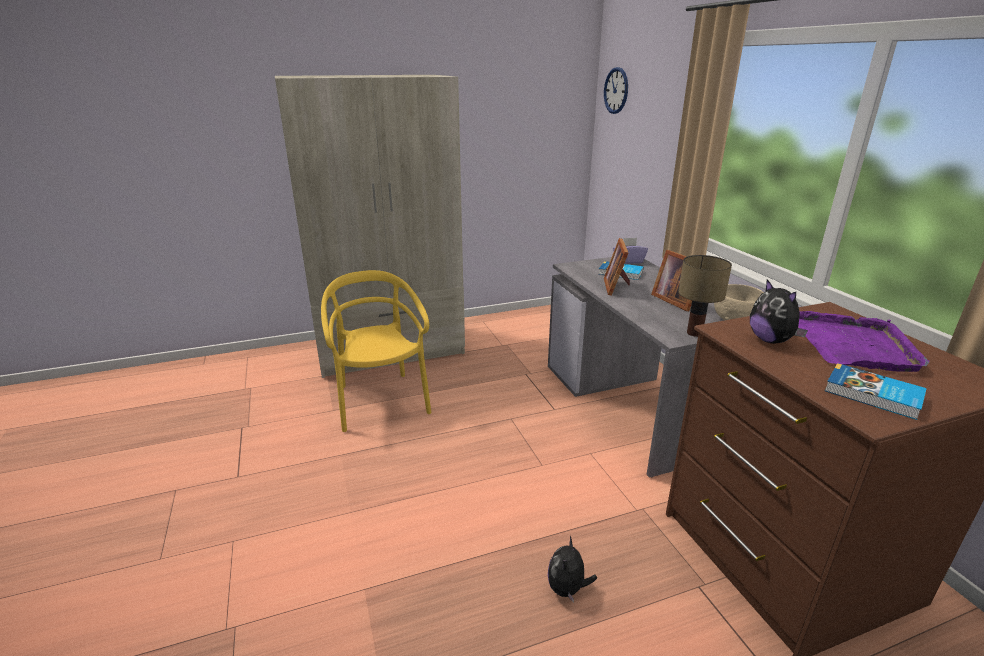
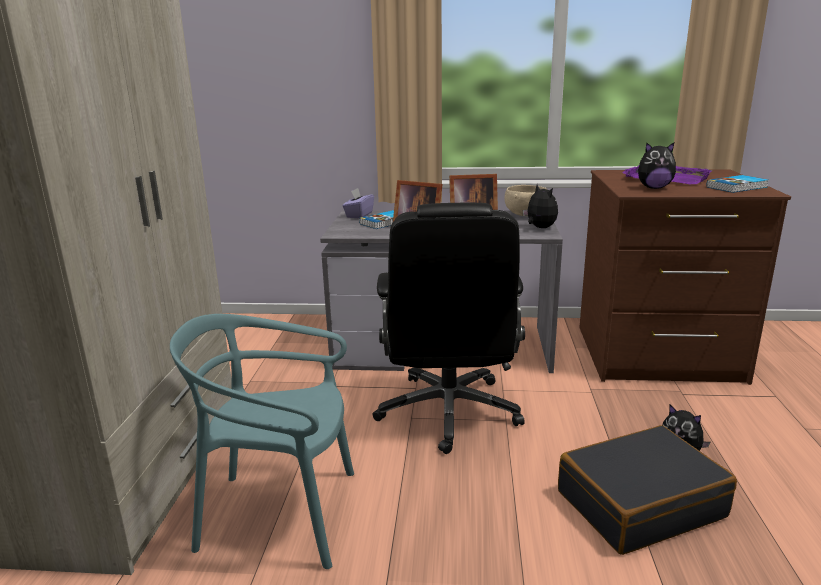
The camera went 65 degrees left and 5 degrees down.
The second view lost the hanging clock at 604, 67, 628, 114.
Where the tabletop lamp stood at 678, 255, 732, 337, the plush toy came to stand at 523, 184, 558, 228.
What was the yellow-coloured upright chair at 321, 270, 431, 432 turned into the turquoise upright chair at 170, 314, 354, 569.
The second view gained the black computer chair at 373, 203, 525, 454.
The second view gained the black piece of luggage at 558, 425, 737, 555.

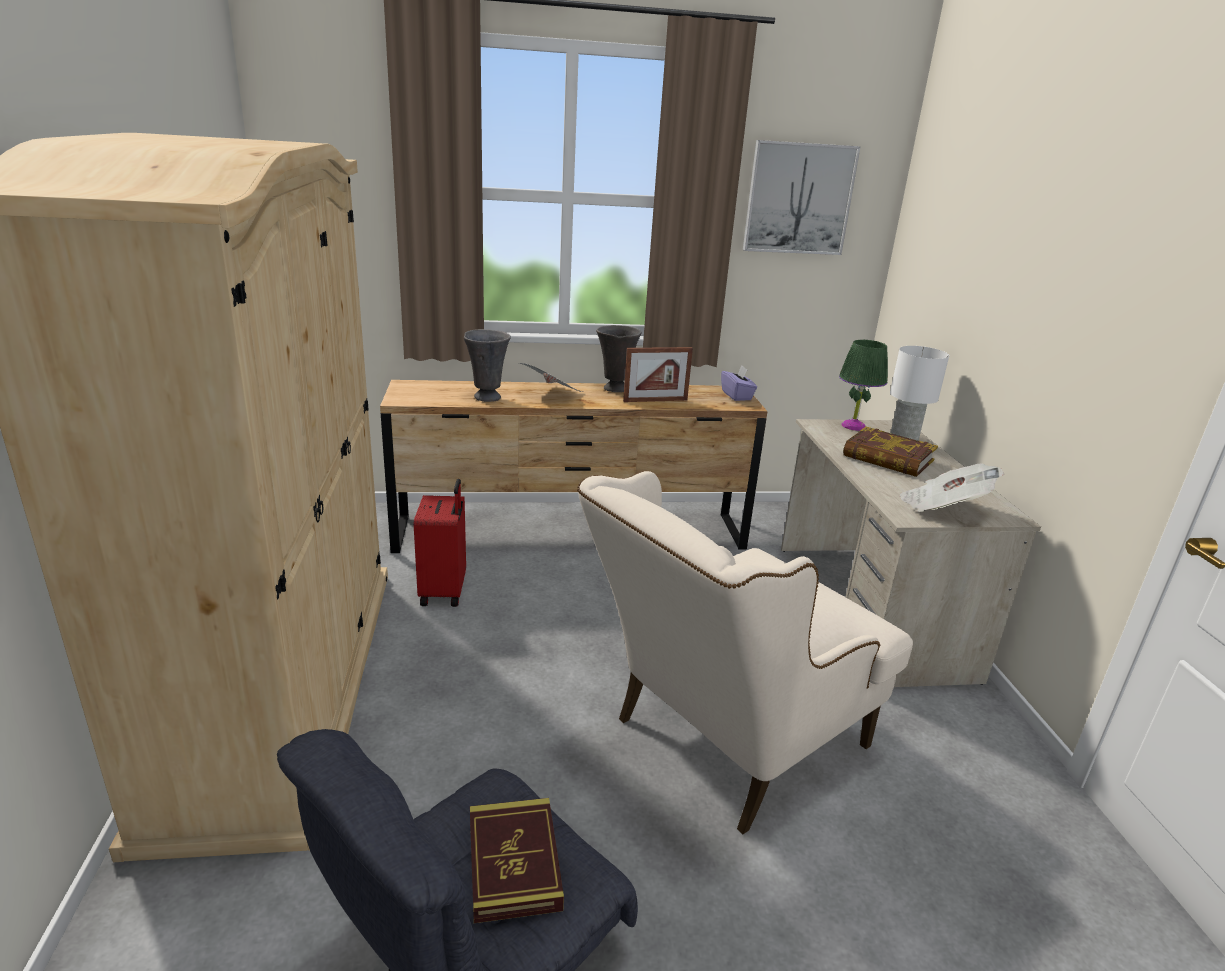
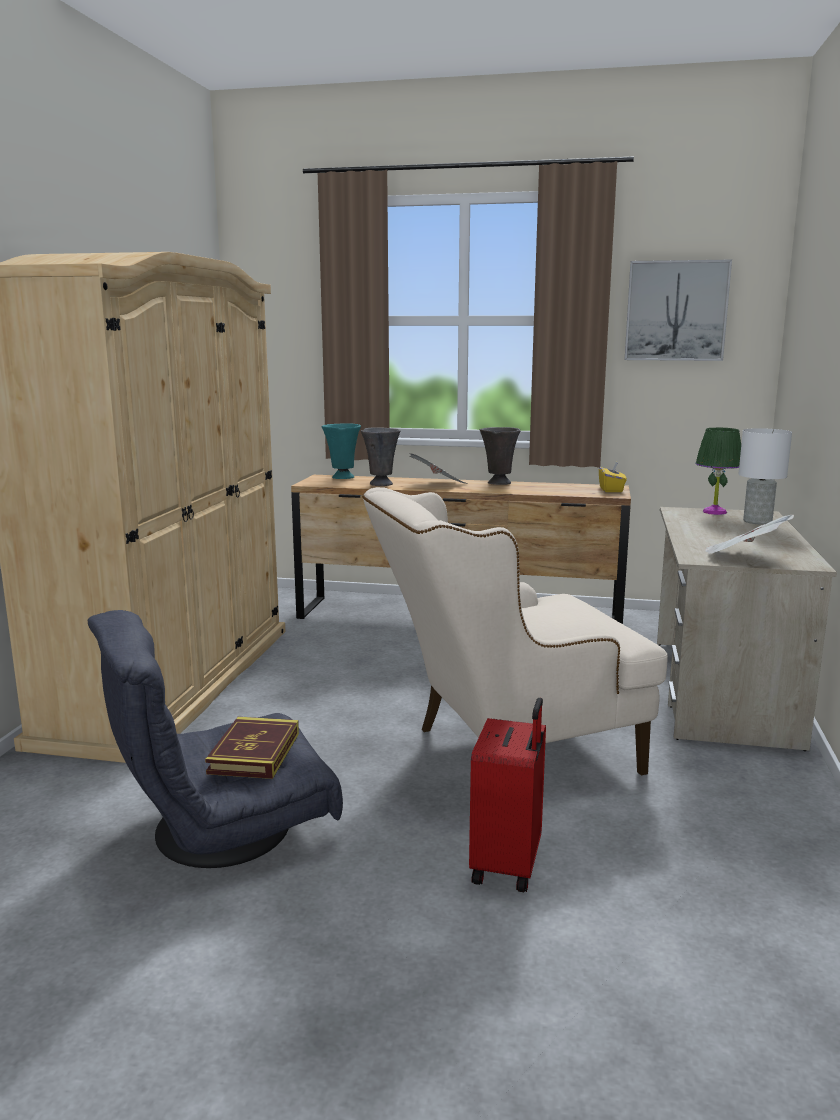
The camera went 20 degrees right and 10 degrees down.
The second view lost the photo frame at 623, 347, 693, 402.
What was the purple-coloured tissue box at 721, 366, 757, 401 turned into the yellow-coloured tissue box at 599, 462, 627, 492.
The second view lost the volume at 843, 427, 938, 477.
The red-coloured piece of luggage ended up elsewhere, having gone from 414, 479, 466, 607 to 469, 698, 546, 892.
The second view gained the turquoise decorative vase at 322, 423, 361, 479.

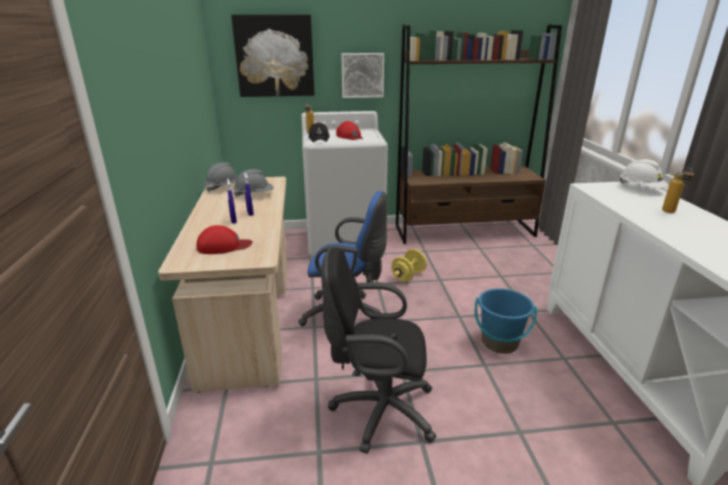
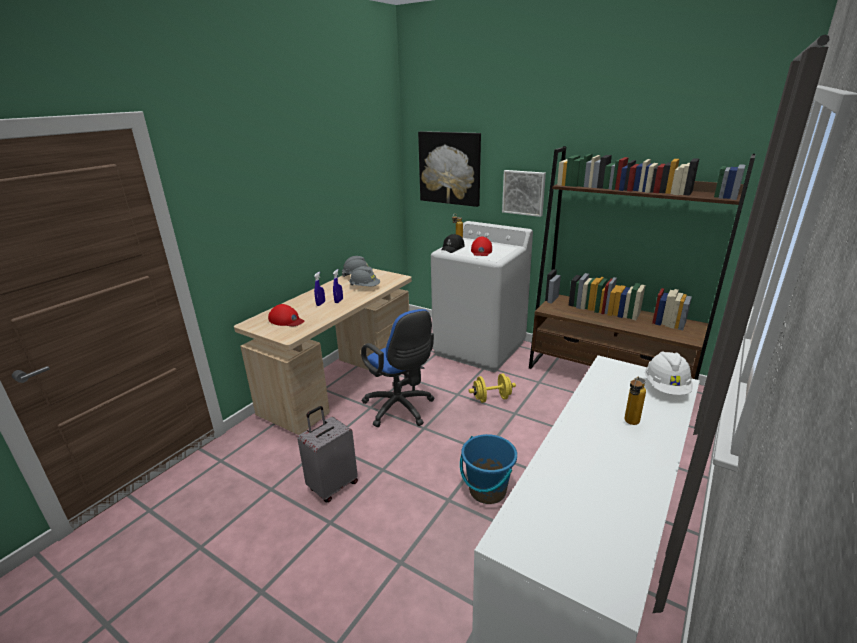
The camera went 40 degrees right and 0 degrees up.
Where the black computer chair stood at 321, 247, 436, 454, the gray piece of luggage came to stand at 297, 406, 358, 502.

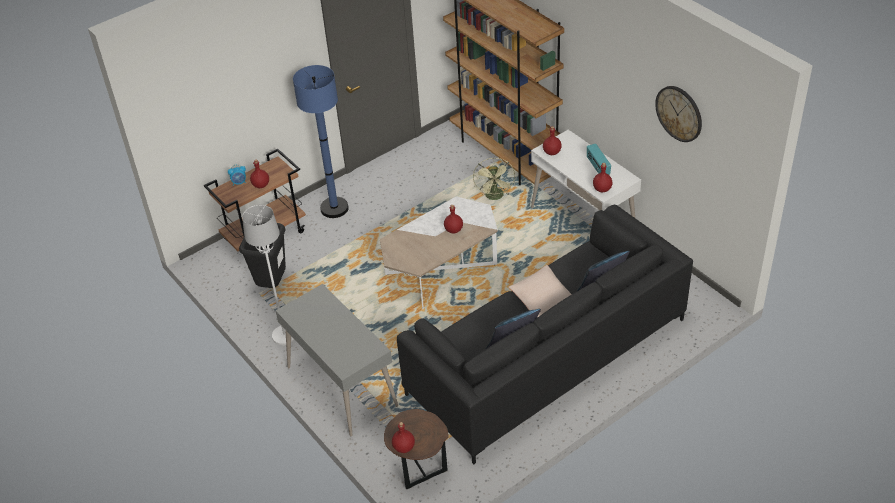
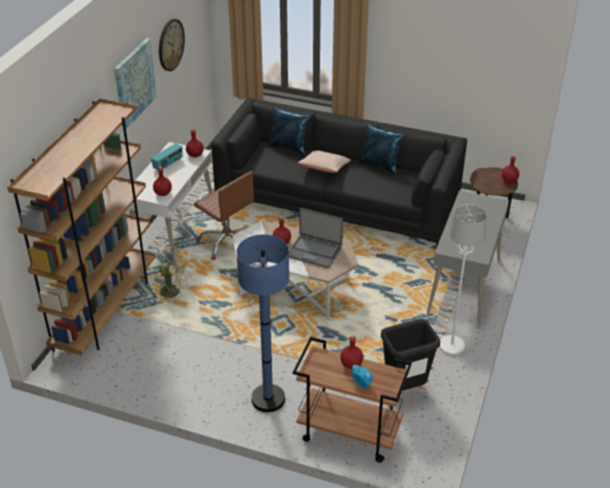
The camera went 125 degrees left and 5 degrees down.
The greenish fan at 473, 158, 515, 200 ended up facing another way, 45 degrees clockwise from before.
The second view gained the picture at 114, 38, 157, 129.
The second view gained the brown-coloured computer chair at 194, 171, 254, 260.
The second view gained the laptop at 289, 208, 343, 268.

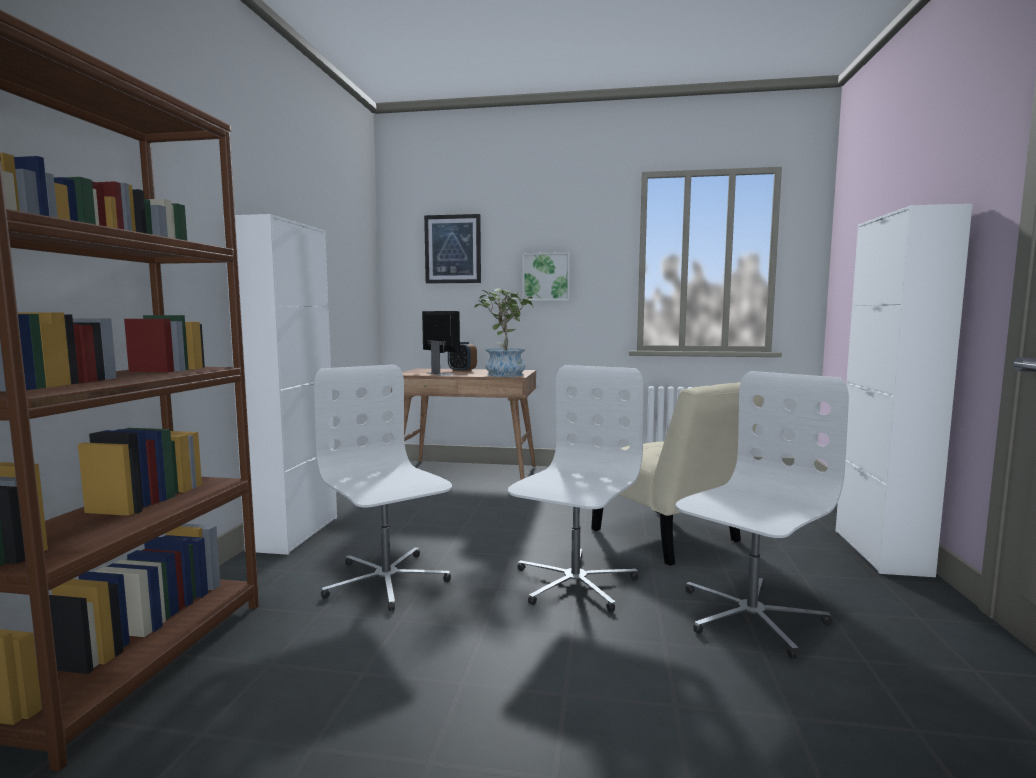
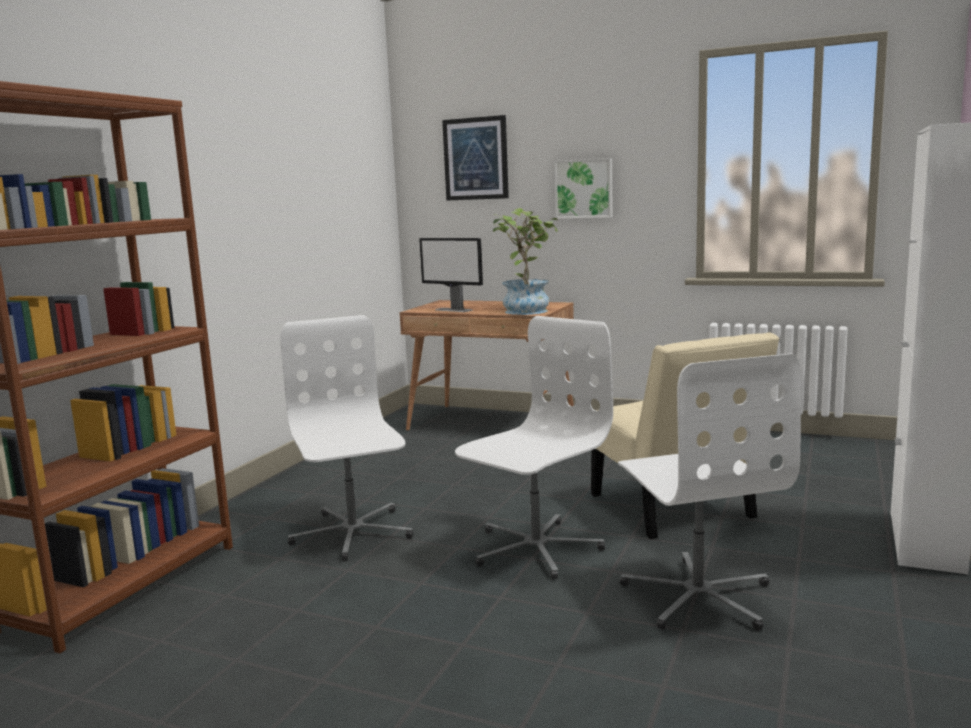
The camera went 15 degrees right and 5 degrees up.
The second view lost the white-coloured cabinet at 223, 214, 337, 555.
The computer screen at 422, 311, 460, 376 ended up facing another way, 150 degrees clockwise from before.
The second view lost the alarm clock at 448, 342, 477, 372.
The white-coloured computer chair at 676, 371, 849, 658 ended up facing another way, 105 degrees clockwise from before.

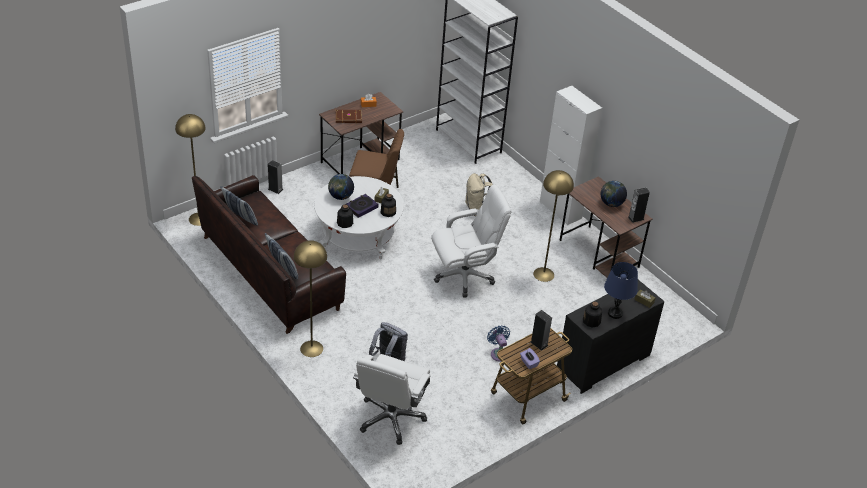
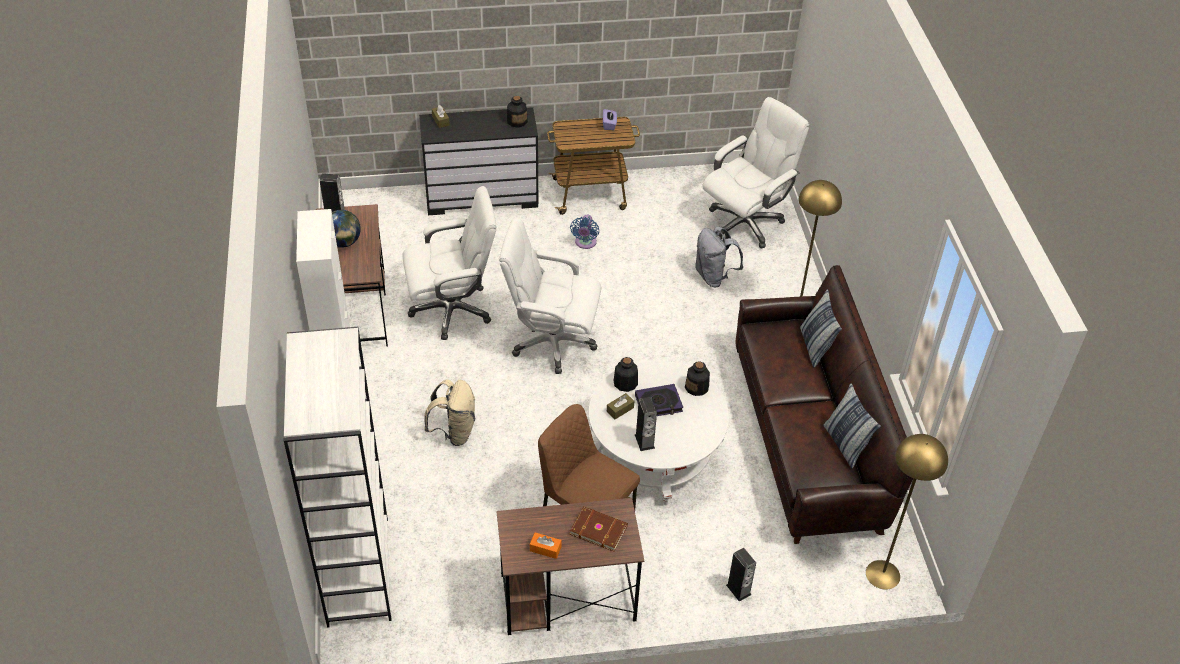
The camera went 150 degrees left and 5 degrees up.
Where the yellow-coloured standard lamp stood at 533, 170, 574, 282, the white-coloured computer chair came to stand at 402, 186, 496, 340.
The second view lost the desk globe at 328, 174, 354, 200.
The second view lost the blue-coloured tabletop lamp at 604, 262, 638, 319.
The audio speaker ended up elsewhere, having gone from 530, 310, 552, 351 to 635, 397, 657, 451.

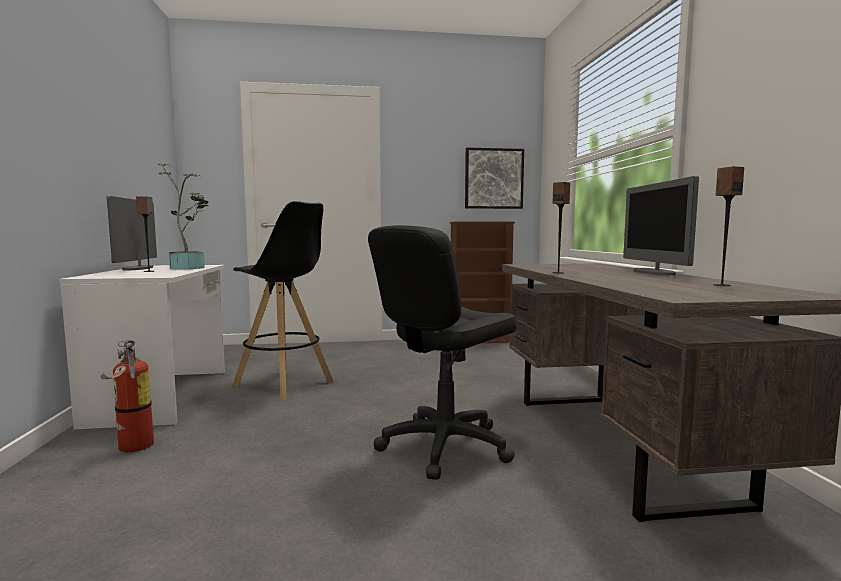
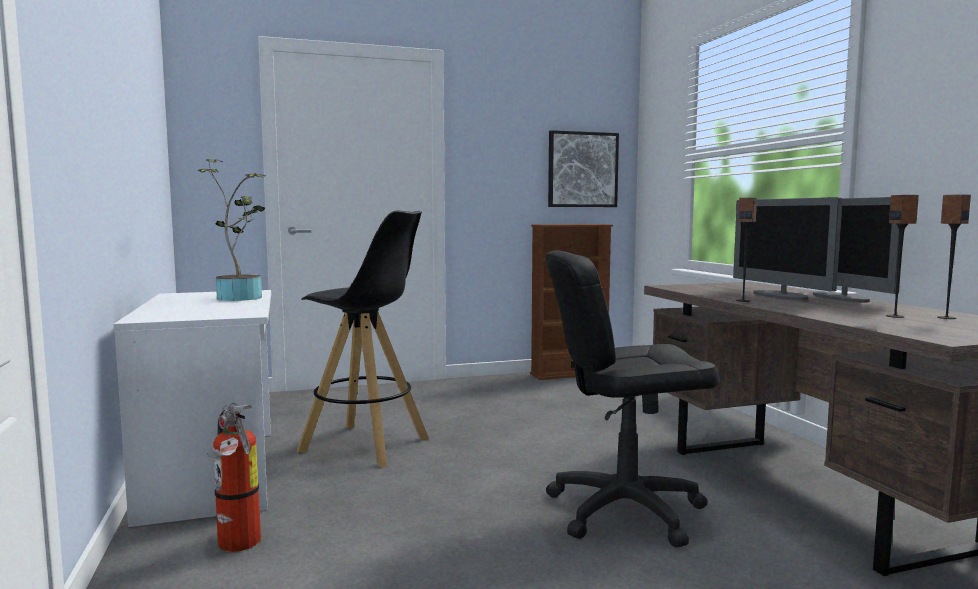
The camera went 10 degrees left and 0 degrees up.
The computer screen ended up elsewhere, having gone from 107, 196, 157, 270 to 733, 197, 842, 300.
The audio speaker ended up elsewhere, having gone from 136, 197, 154, 272 to 886, 195, 919, 318.
The black computer chair at 368, 225, 517, 480 ended up facing another way, 45 degrees clockwise from before.

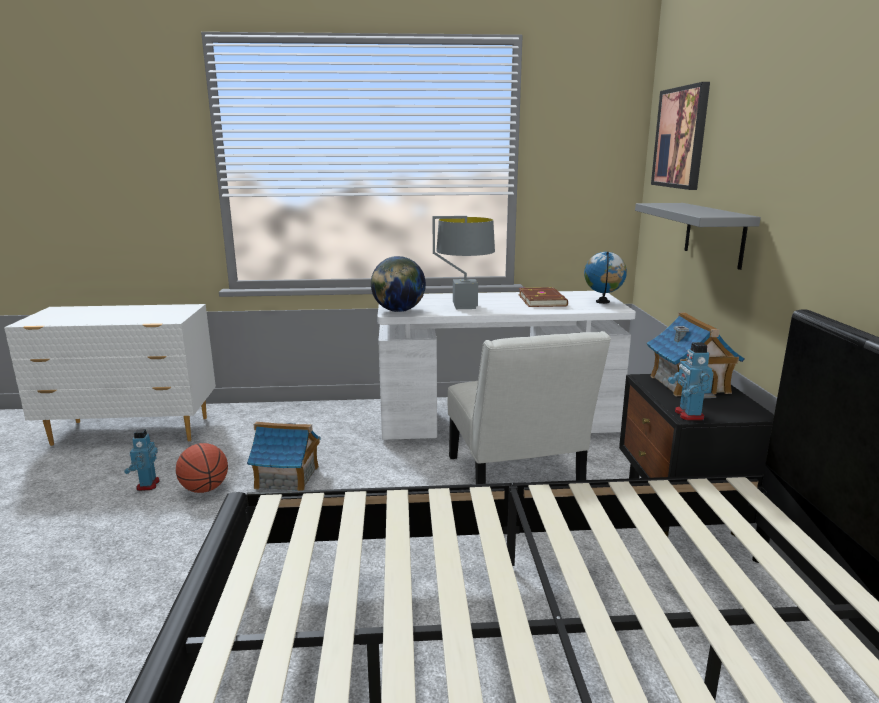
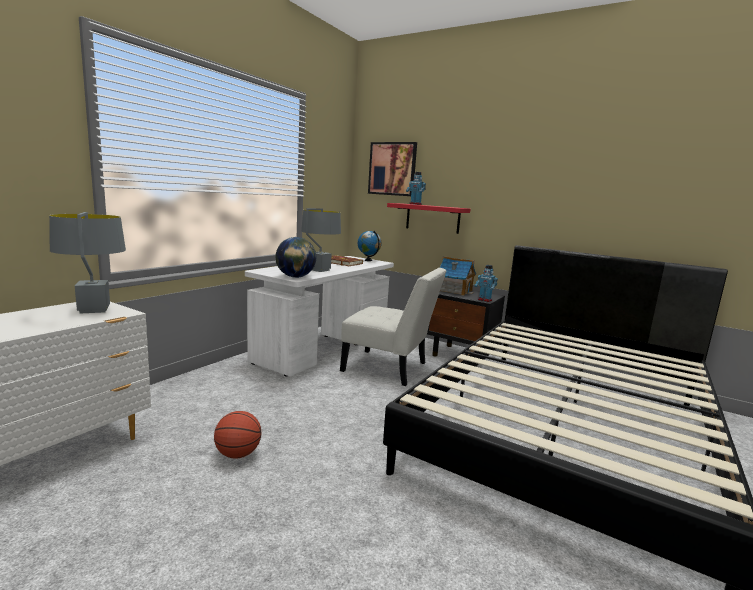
The camera went 55 degrees left and 5 degrees down.
What was the gray bracket shelf at 635, 203, 761, 270 turned into the red-coloured bracket shelf at 387, 203, 470, 234.
The second view lost the model house at 247, 422, 321, 491.
The robot figure ended up elsewhere, having gone from 124, 429, 160, 491 to 406, 172, 426, 205.
The second view gained the gray tabletop lamp at 49, 212, 126, 314.

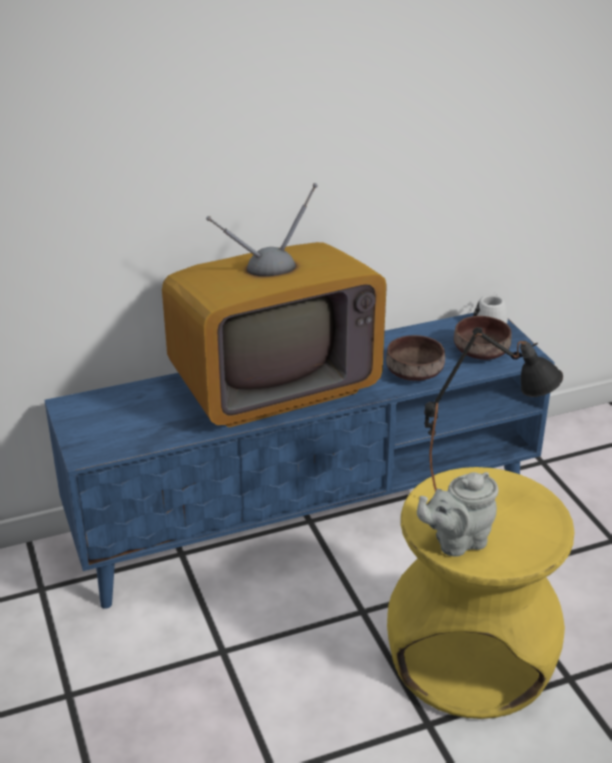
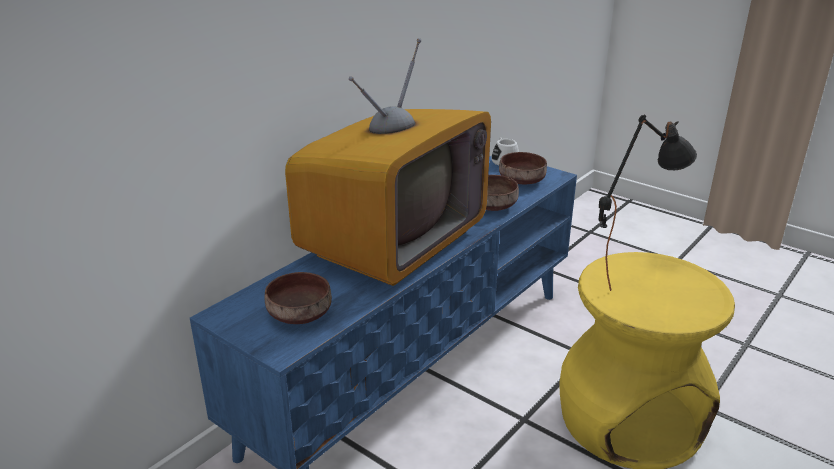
The camera went 30 degrees left and 5 degrees down.
The second view lost the gray teapot at 417, 472, 499, 556.
The second view gained the brown-coloured deep dish at 265, 272, 332, 324.

